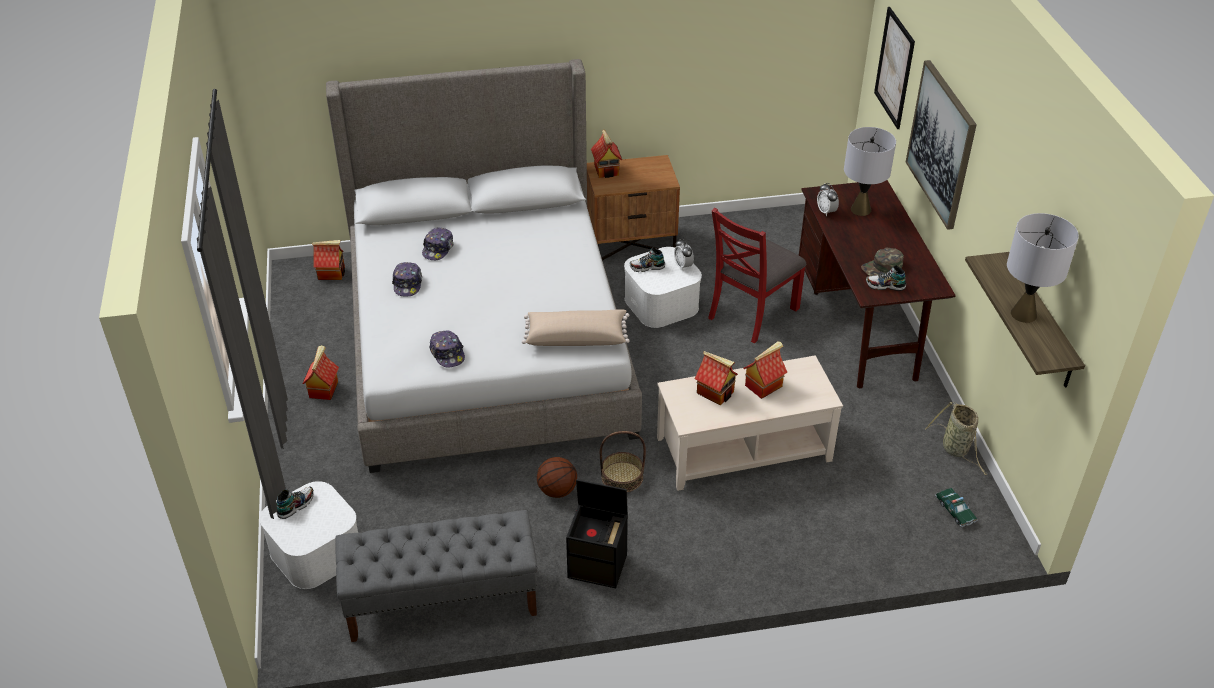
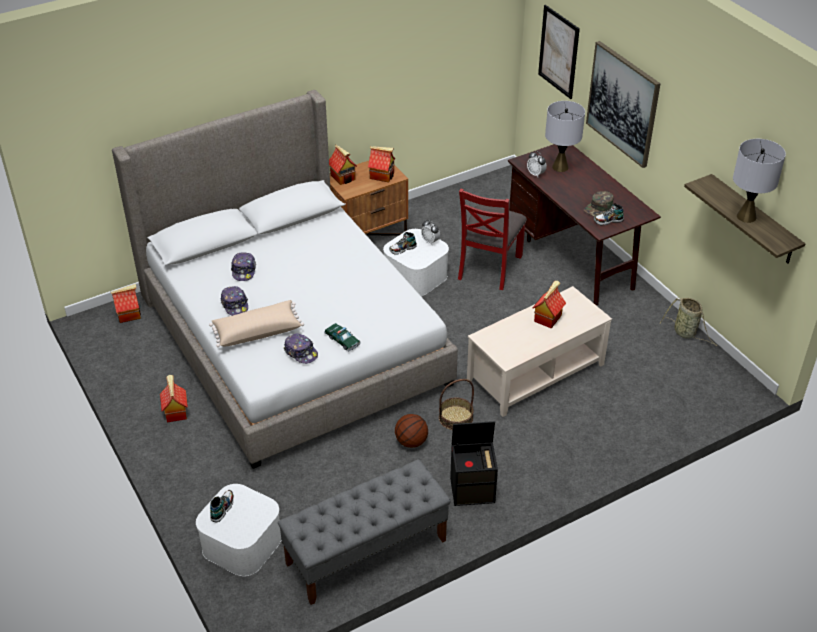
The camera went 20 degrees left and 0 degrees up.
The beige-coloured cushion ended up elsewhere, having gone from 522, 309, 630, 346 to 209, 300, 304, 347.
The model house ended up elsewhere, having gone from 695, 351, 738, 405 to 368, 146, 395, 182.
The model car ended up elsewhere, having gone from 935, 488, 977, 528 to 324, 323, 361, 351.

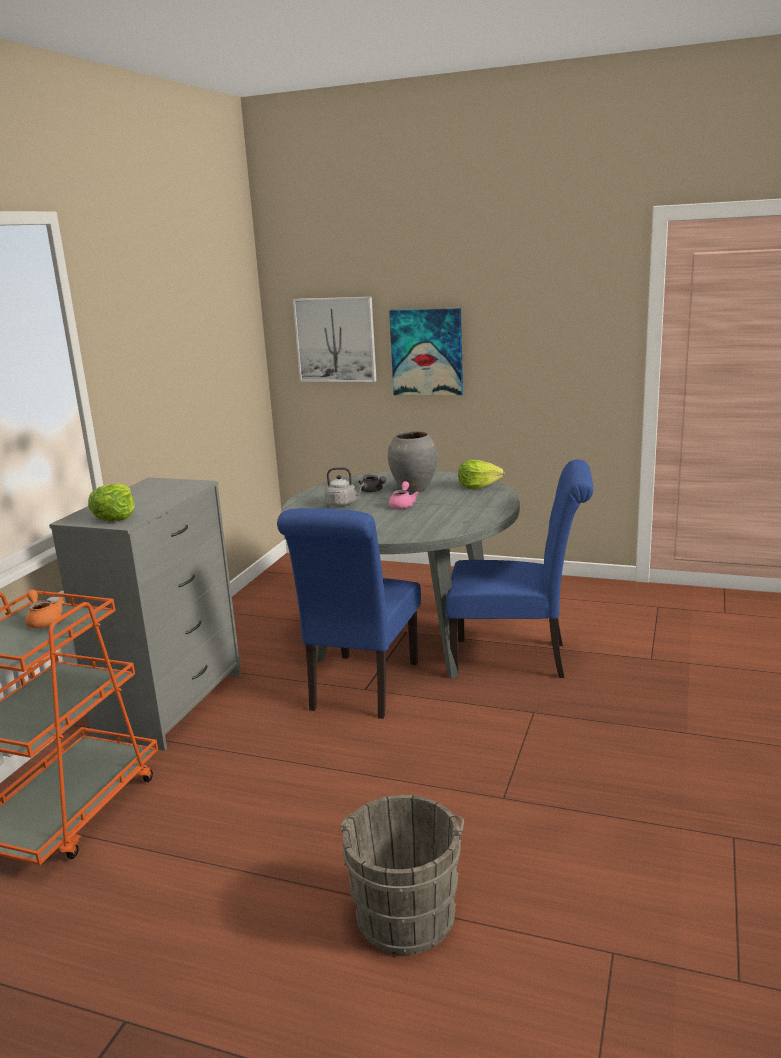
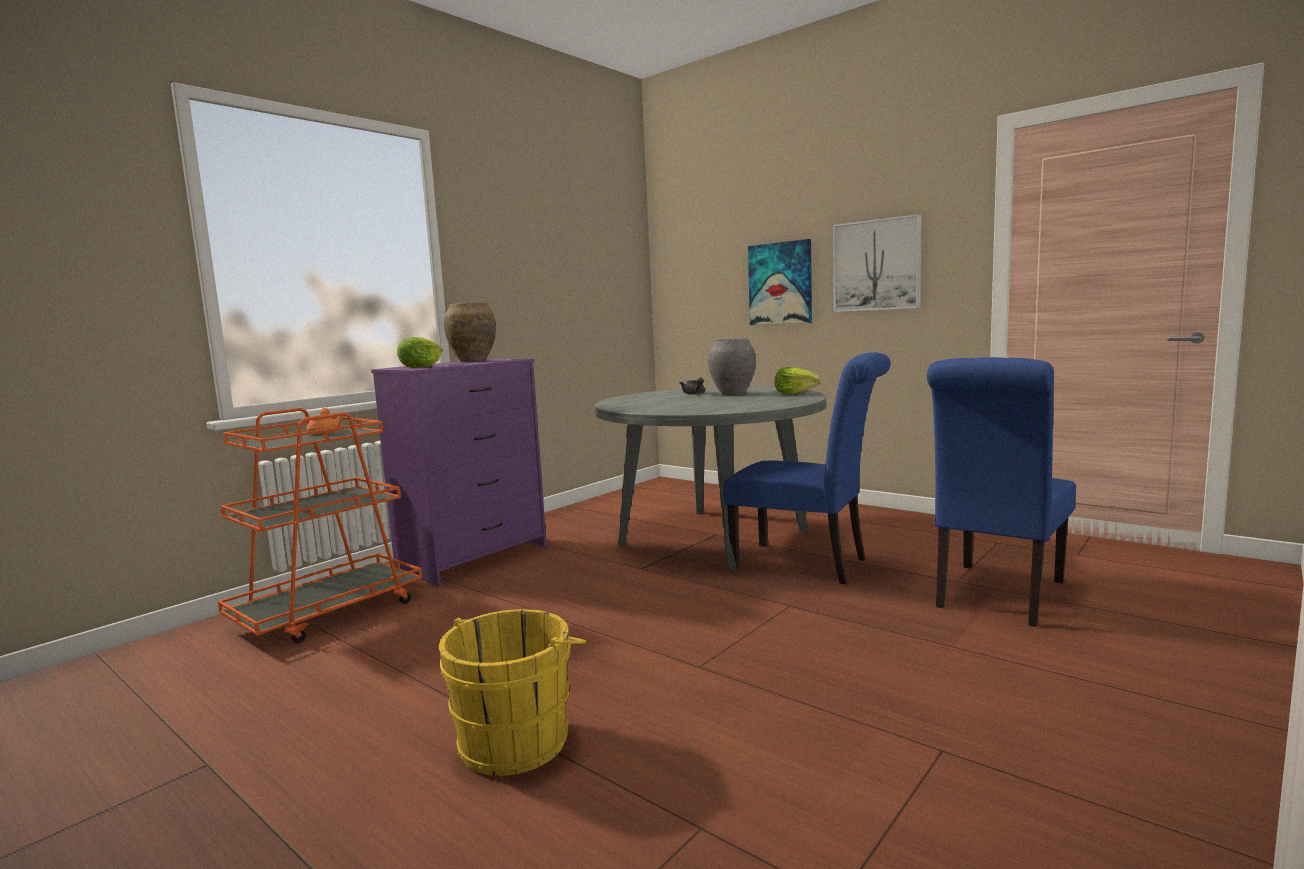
The camera went 20 degrees right and 10 degrees down.
The picture ended up elsewhere, having gone from 293, 297, 377, 382 to 833, 214, 922, 312.
The second view lost the gray kettle at 324, 467, 364, 507.
What was the gray drawer chest at 49, 477, 241, 751 turned into the purple-coloured drawer chest at 371, 359, 547, 586.
The second view lost the pink-coloured teapot at 389, 481, 419, 509.
The blue-coloured upright chair ended up elsewhere, having gone from 277, 508, 421, 719 to 927, 357, 1076, 627.
What was the gray pail at 340, 795, 464, 955 turned into the yellow-coloured pail at 439, 609, 586, 776.
The second view gained the brown-coloured decorative vase at 444, 302, 496, 362.

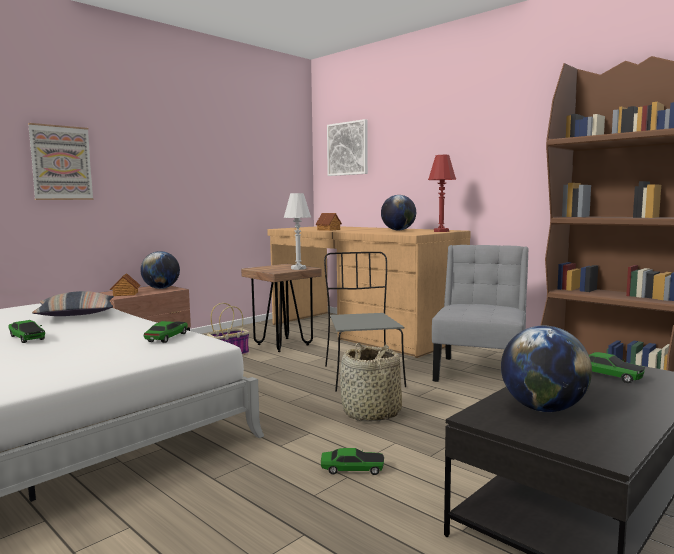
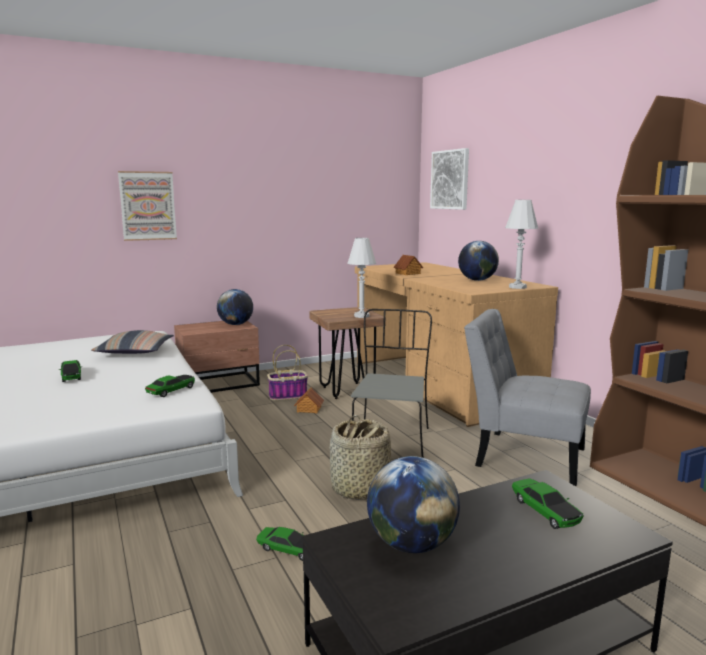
The camera went 20 degrees right and 5 degrees up.
What was the red-coloured tabletop lamp at 428, 155, 456, 232 turned into the white-coloured tabletop lamp at 505, 200, 538, 289.
The gray upright chair at 432, 245, 529, 382 ended up facing another way, 105 degrees counterclockwise from before.
The model house ended up elsewhere, having gone from 110, 273, 141, 296 to 294, 387, 324, 413.

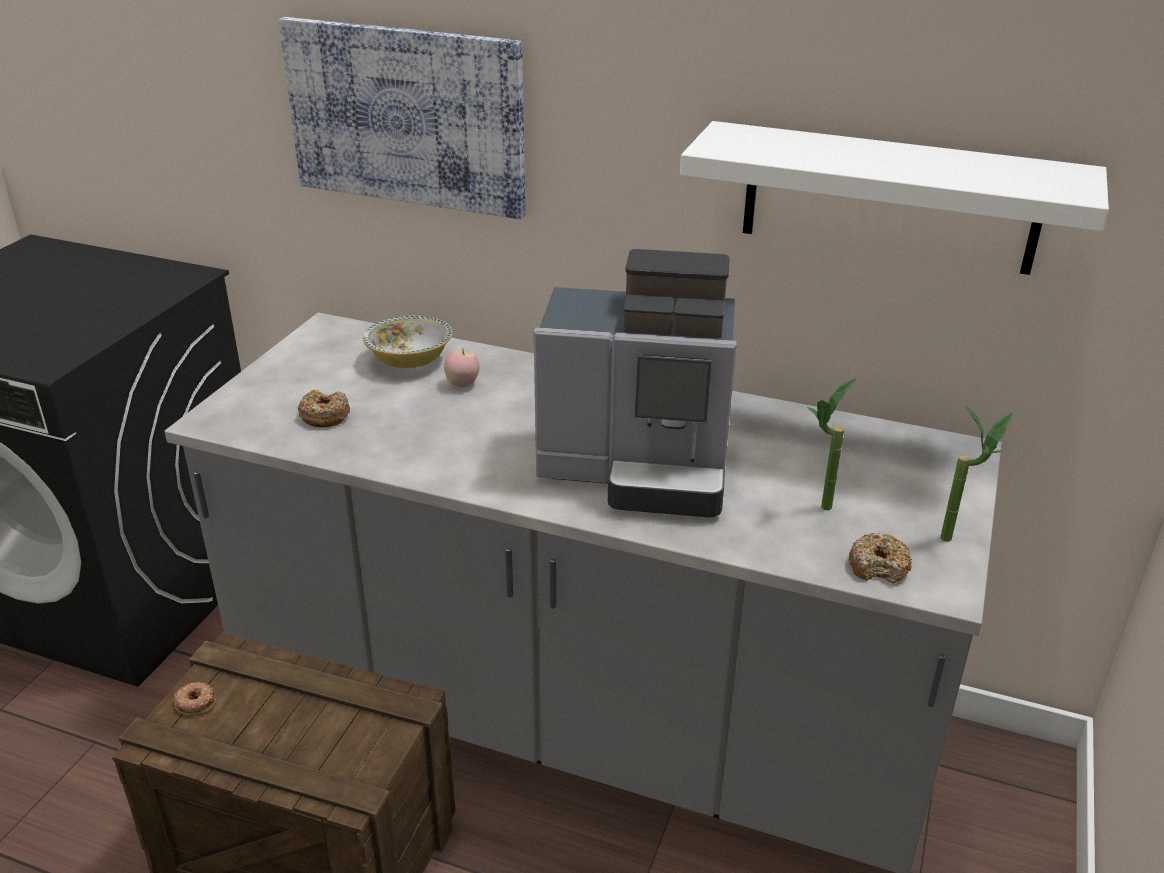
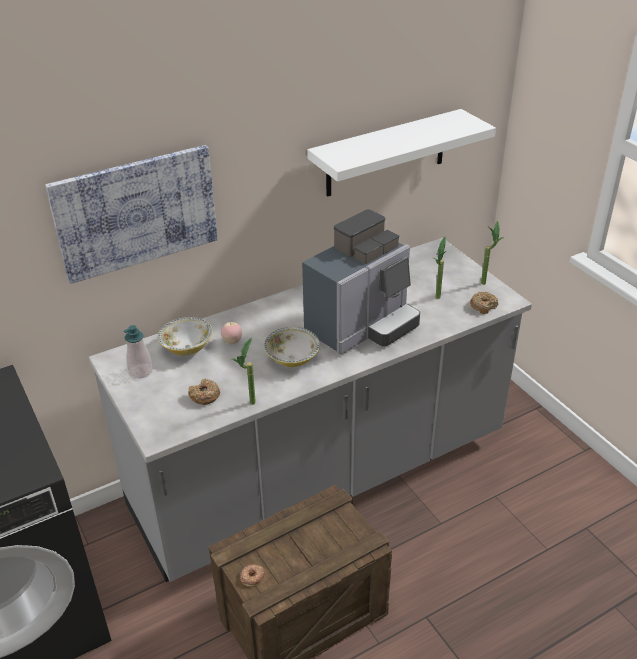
The camera went 50 degrees left and 5 degrees up.
The second view gained the soap dispenser at 123, 325, 152, 379.
The second view gained the deep dish at 264, 326, 320, 367.
The second view gained the plant in a pot at 232, 338, 256, 405.

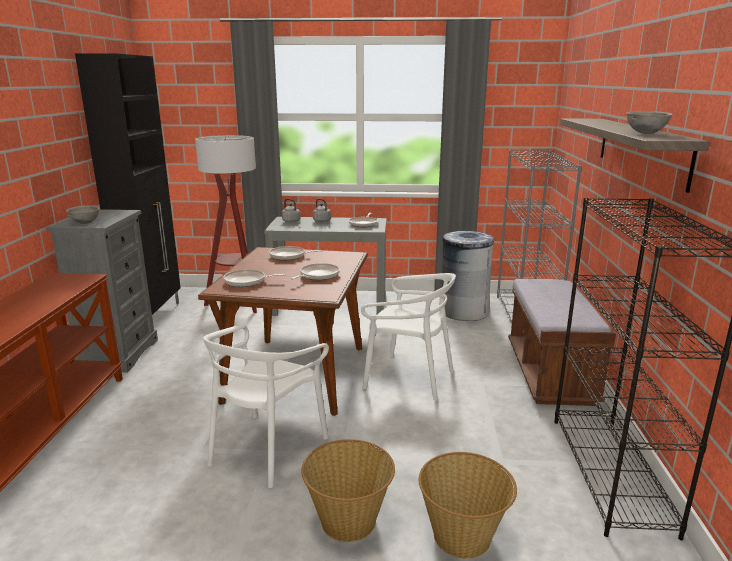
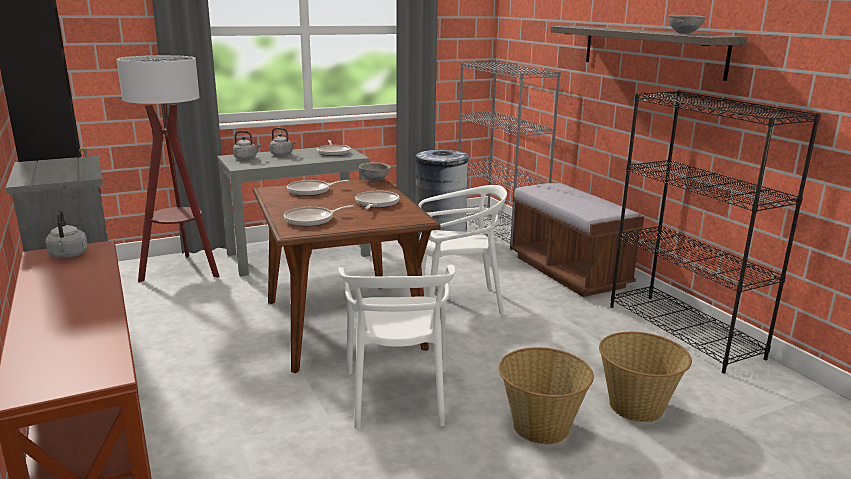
The camera went 30 degrees left and 0 degrees up.
The gray deep dish ended up elsewhere, having gone from 66, 205, 100, 224 to 359, 162, 391, 182.
The second view gained the gray kettle at 45, 211, 88, 258.

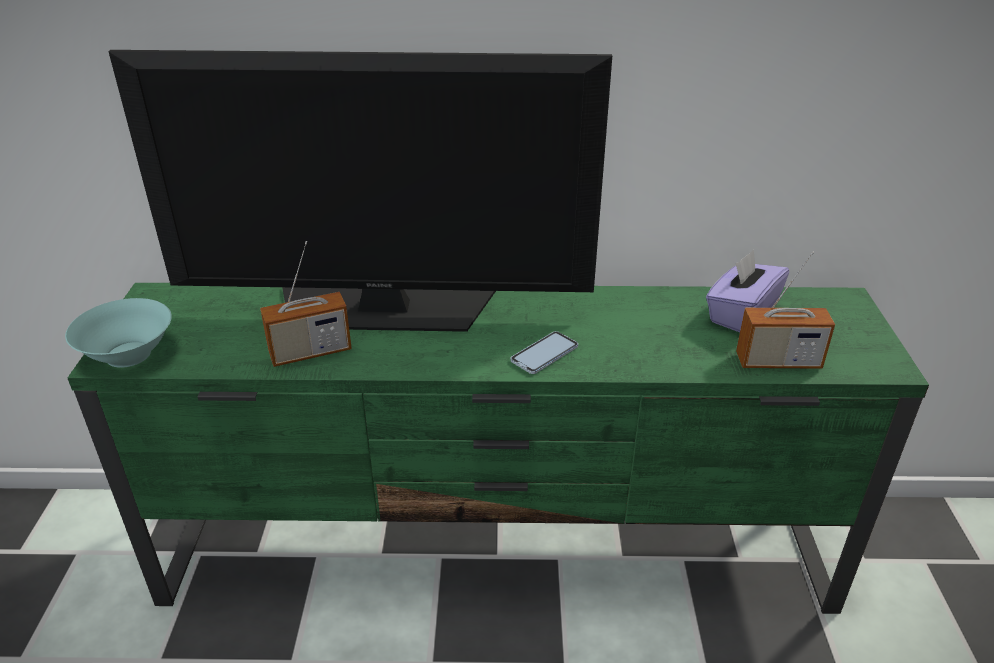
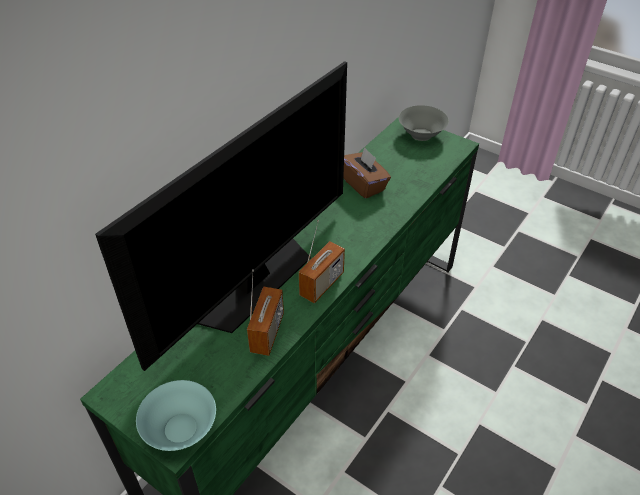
The camera went 55 degrees left and 10 degrees up.
The second view lost the purple-coloured tissue box at 706, 249, 789, 332.
The radio receiver ended up elsewhere, having gone from 736, 251, 835, 369 to 299, 220, 345, 303.
The second view lost the phone at 511, 331, 578, 374.
The second view gained the gray deep dish at 399, 105, 449, 141.
The second view gained the brown-coloured tissue box at 343, 147, 391, 199.

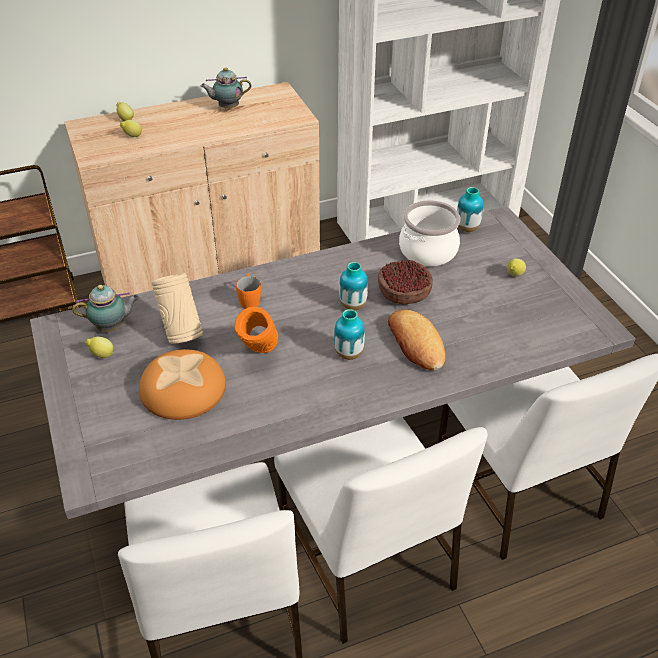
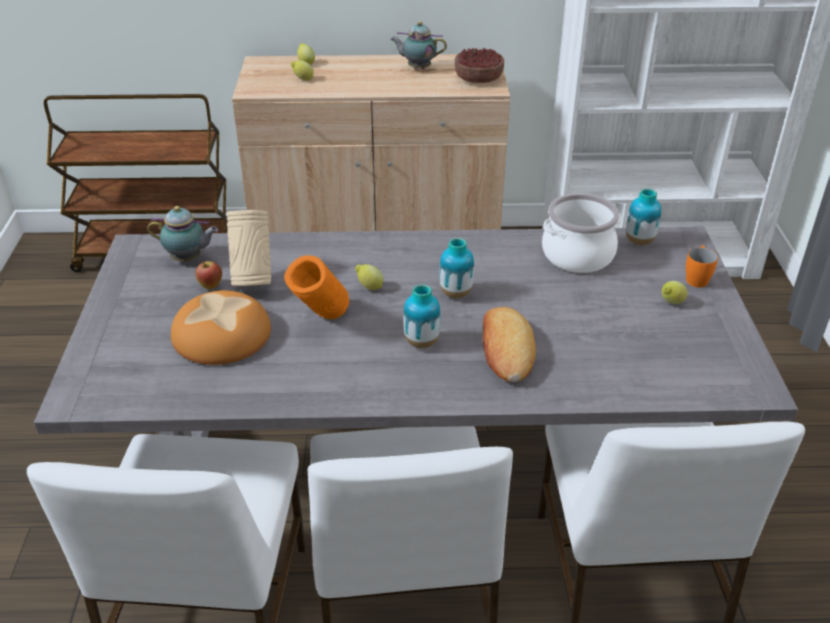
The camera went 20 degrees right and 5 degrees down.
The deep dish ended up elsewhere, having gone from 378, 260, 433, 304 to 454, 48, 504, 83.
The orange-coloured mug ended up elsewhere, having gone from 236, 273, 261, 309 to 686, 245, 718, 287.
The citrus fruit ended up elsewhere, having gone from 85, 337, 114, 358 to 355, 264, 384, 290.
The second view gained the apple fruit at 195, 261, 222, 289.

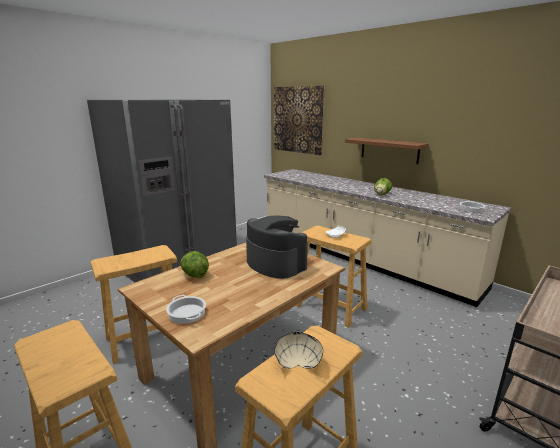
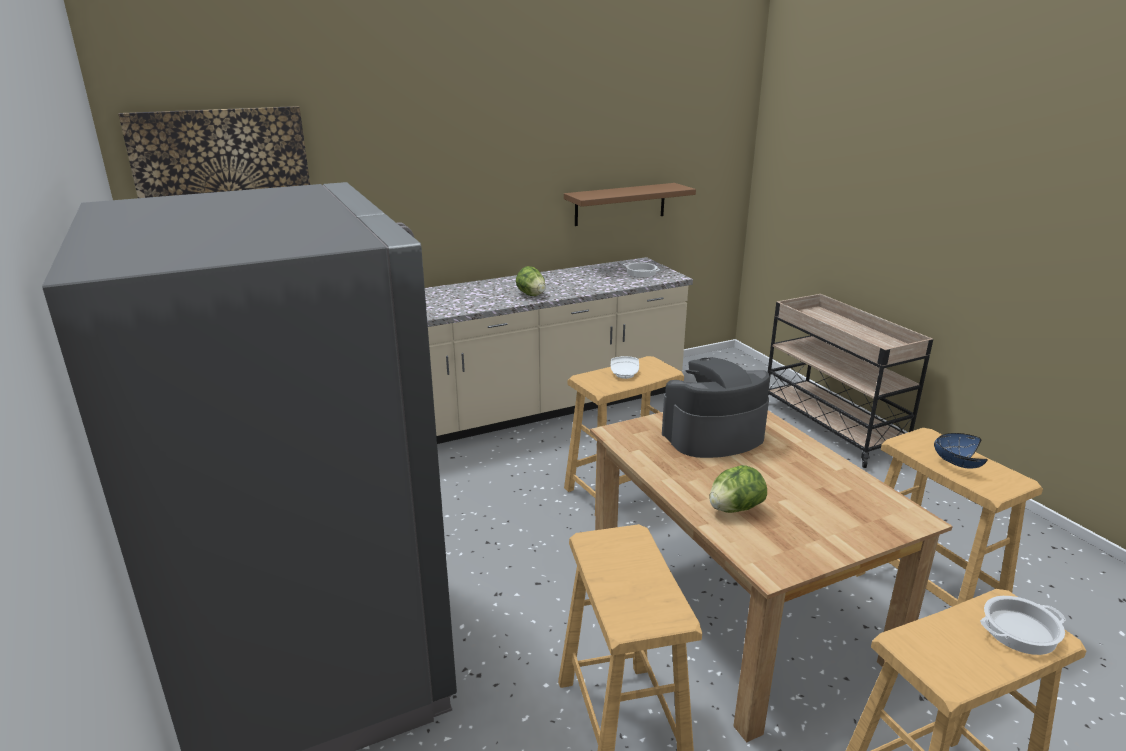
The camera went 70 degrees left and 5 degrees up.
The brown-coloured bracket shelf ended up elsewhere, having gone from 345, 138, 429, 164 to 564, 183, 696, 226.
The stockpot ended up elsewhere, having gone from 166, 295, 206, 324 to 980, 596, 1066, 655.
What was the beige-coloured deep dish at 274, 332, 323, 369 turned into the blue-coloured deep dish at 934, 433, 988, 469.

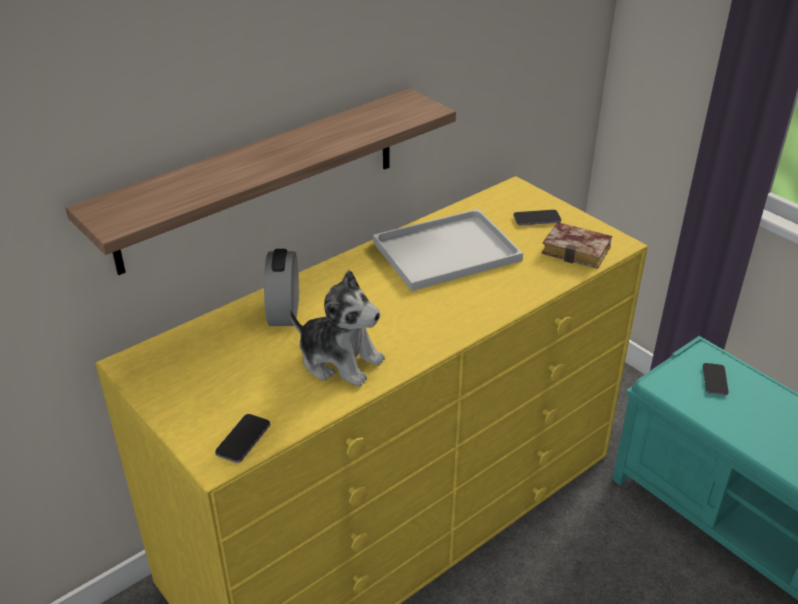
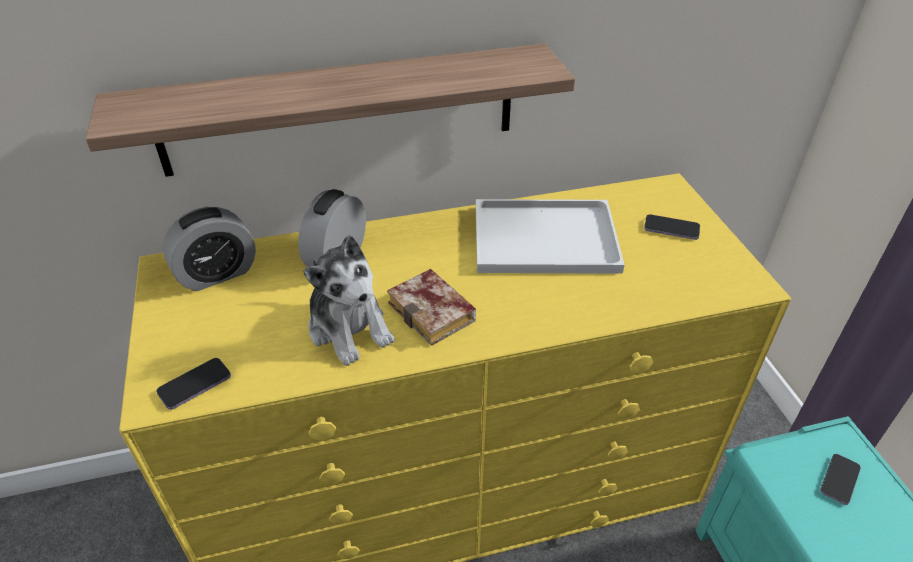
The camera went 25 degrees right and 5 degrees up.
The volume ended up elsewhere, having gone from 542, 222, 612, 269 to 387, 269, 476, 346.
The second view gained the alarm clock at 163, 207, 256, 291.

